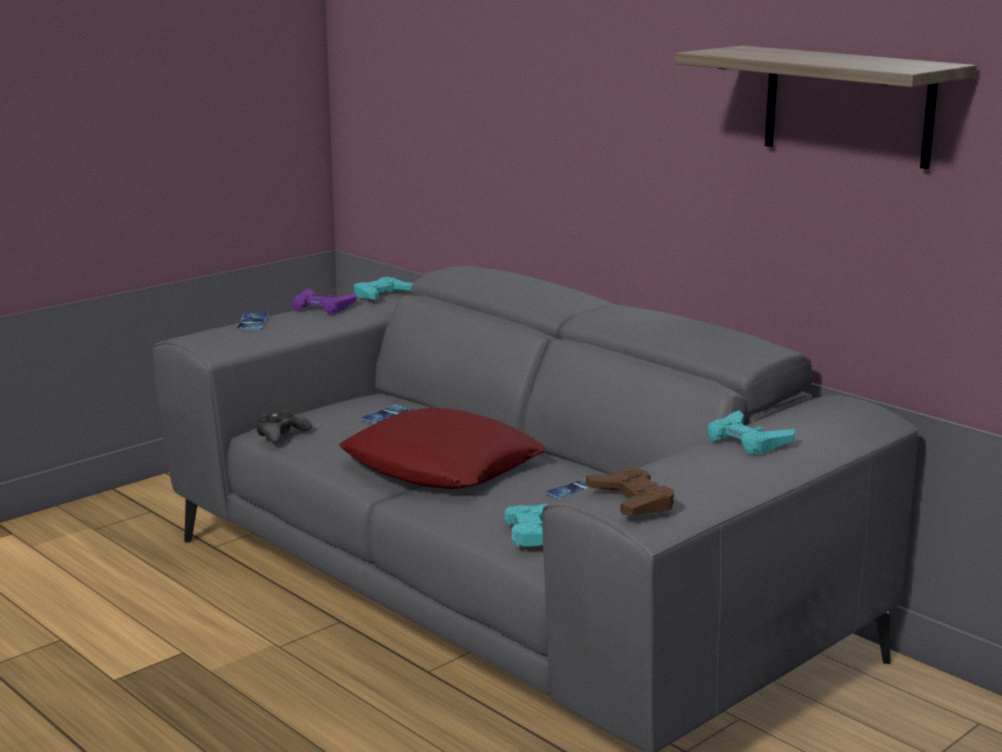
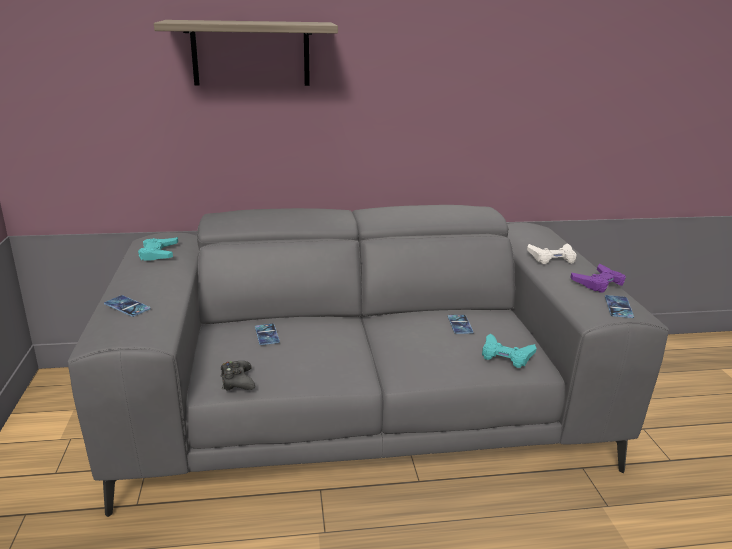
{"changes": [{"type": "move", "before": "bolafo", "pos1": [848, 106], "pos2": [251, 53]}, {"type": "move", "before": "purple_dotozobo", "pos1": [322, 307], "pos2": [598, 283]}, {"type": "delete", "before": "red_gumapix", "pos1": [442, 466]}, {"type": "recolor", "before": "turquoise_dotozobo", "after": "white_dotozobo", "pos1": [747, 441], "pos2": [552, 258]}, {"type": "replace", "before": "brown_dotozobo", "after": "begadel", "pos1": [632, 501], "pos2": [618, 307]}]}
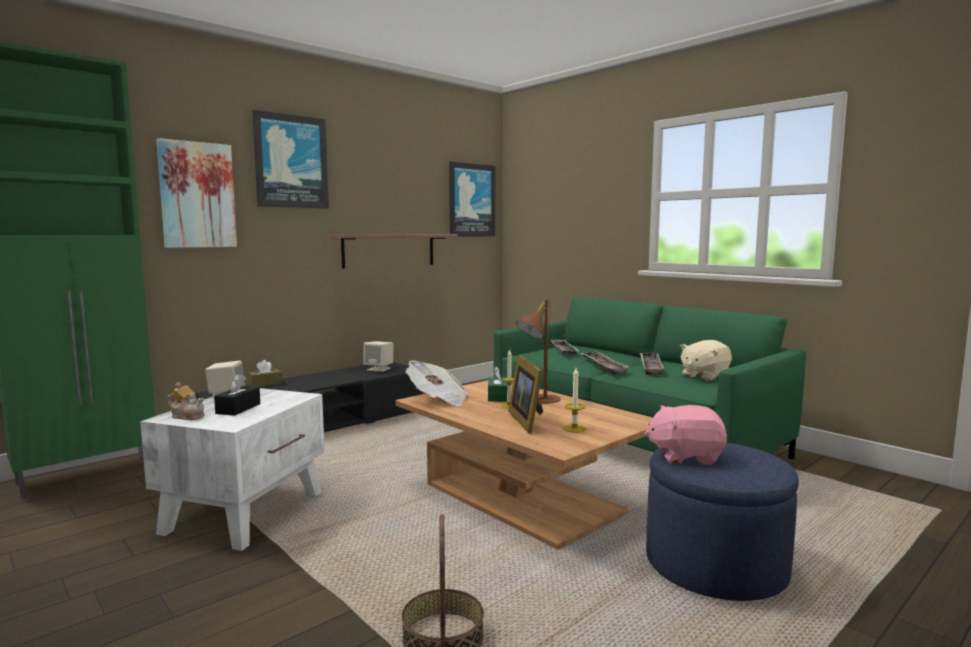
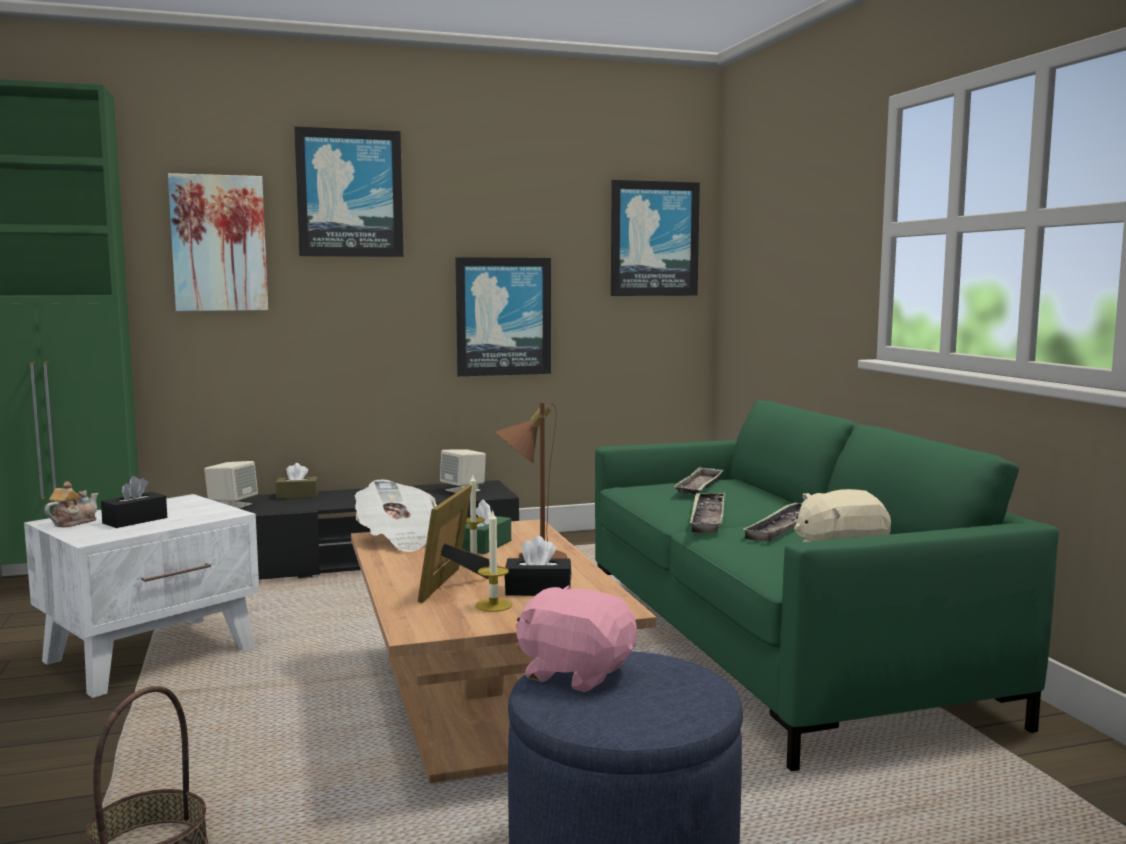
{"changes": [{"type": "replace", "before": "bolafo", "after": "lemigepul", "pos1": [389, 250], "pos2": [503, 316]}, {"type": "rotate", "before": "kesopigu", "pos1": [188, 416], "pos2": [73, 522], "turn": -105}, {"type": "insert", "after": "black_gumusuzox", "pos2": [538, 590]}]}
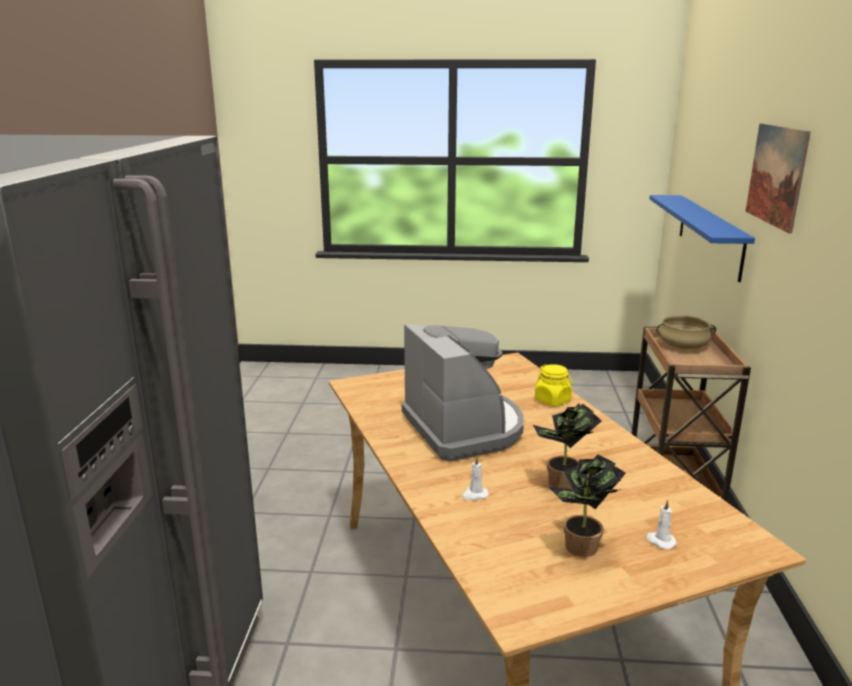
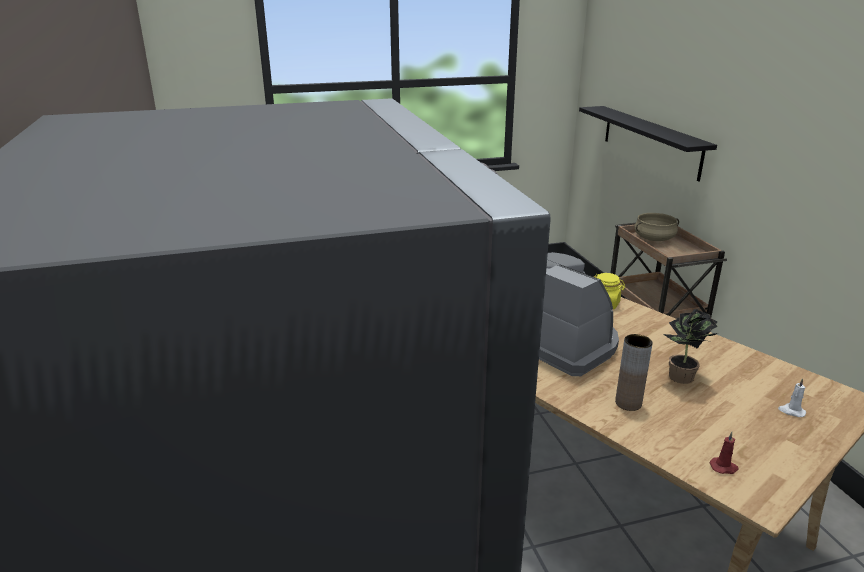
{"changes": [{"type": "delete", "before": "lemigepul", "pos1": [776, 175]}, {"type": "recolor", "before": "blue_bolafo", "after": "black_bolafo", "pos1": [709, 234], "pos2": [650, 141]}, {"type": "delete", "before": "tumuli", "pos1": [583, 550]}, {"type": "replace", "before": "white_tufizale", "after": "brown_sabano", "pos1": [474, 495], "pos2": [628, 403]}, {"type": "insert", "after": "red_tufizale", "pos2": [724, 467]}]}
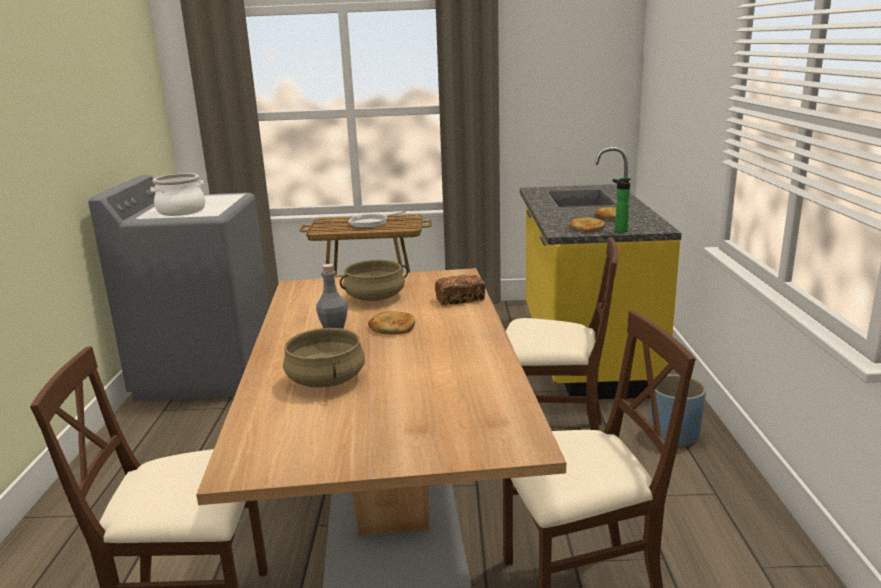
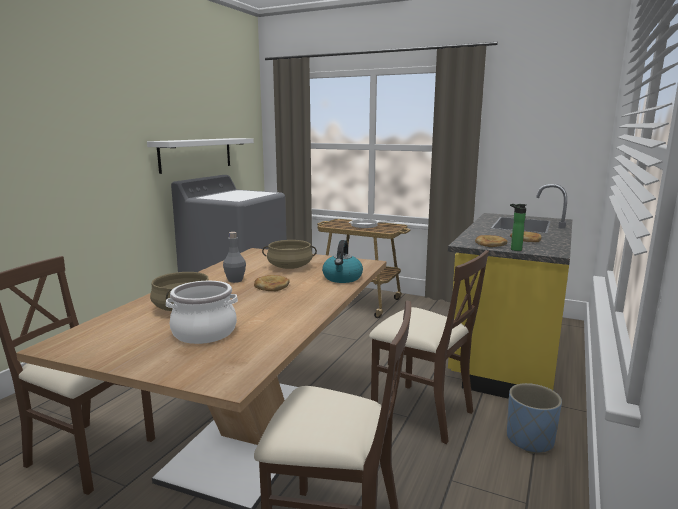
{"changes": [{"type": "move", "before": "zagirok", "pos1": [181, 211], "pos2": [204, 333]}, {"type": "replace", "before": "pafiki", "after": "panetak", "pos1": [460, 299], "pos2": [342, 278]}, {"type": "insert", "after": "white_bolafo", "pos2": [196, 154]}]}
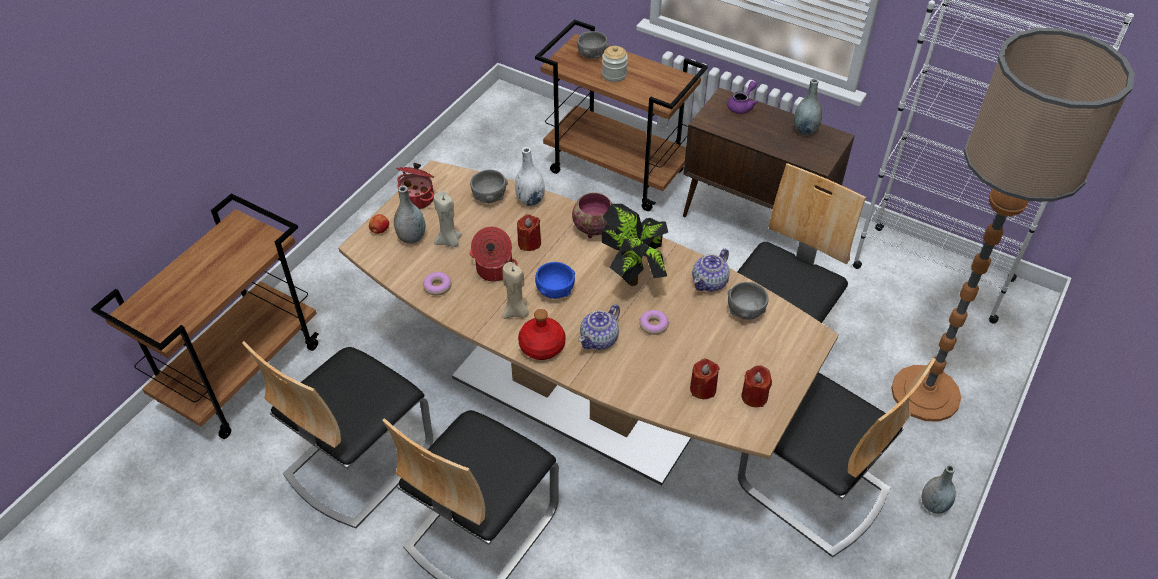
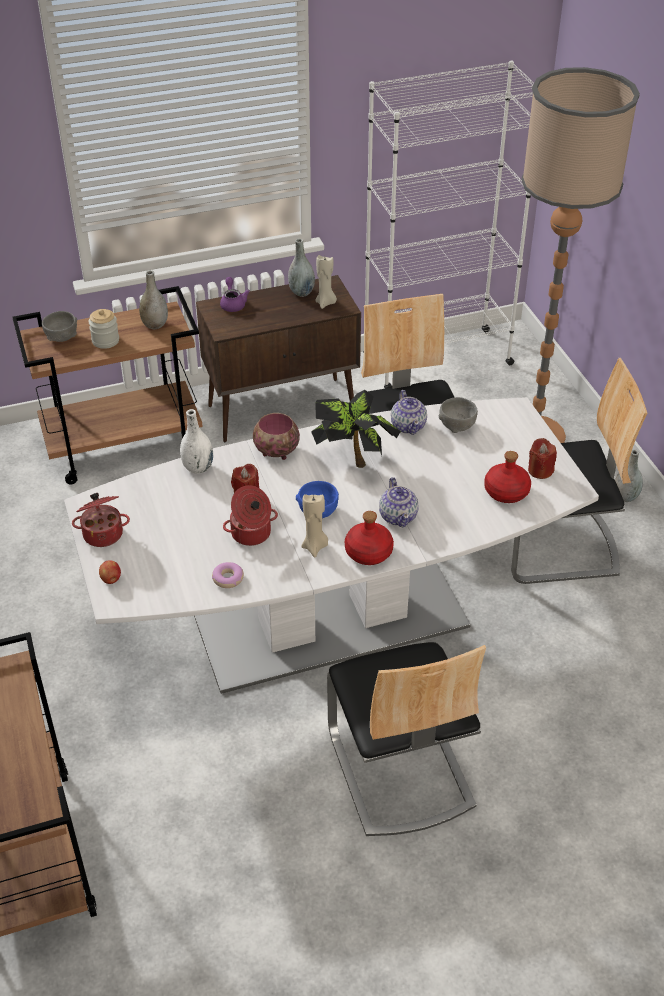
{"changes": [{"type": "recolor", "before": "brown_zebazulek", "after": "white_zebazulek", "pos1": [579, 395], "pos2": [332, 621]}, {"type": "delete", "before": "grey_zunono", "pos1": [489, 197]}, {"type": "move", "before": "grey_sabano", "pos1": [412, 238], "pos2": [155, 325]}, {"type": "move", "before": "beige_tufizale", "pos1": [449, 241], "pos2": [325, 303]}, {"type": "delete", "before": "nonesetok", "pos1": [653, 325]}, {"type": "delete", "before": "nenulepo", "pos1": [358, 461]}, {"type": "replace", "before": "red_tufizale", "after": "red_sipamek", "pos1": [703, 389], "pos2": [506, 491]}]}
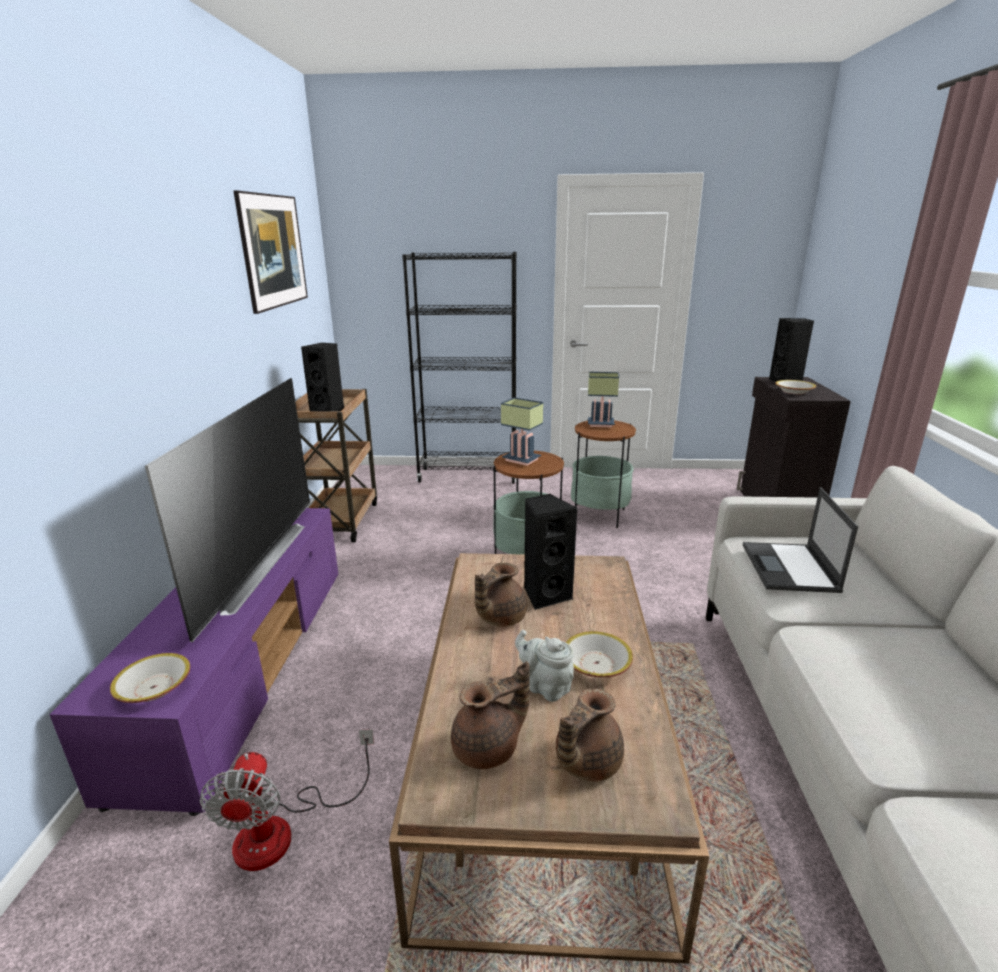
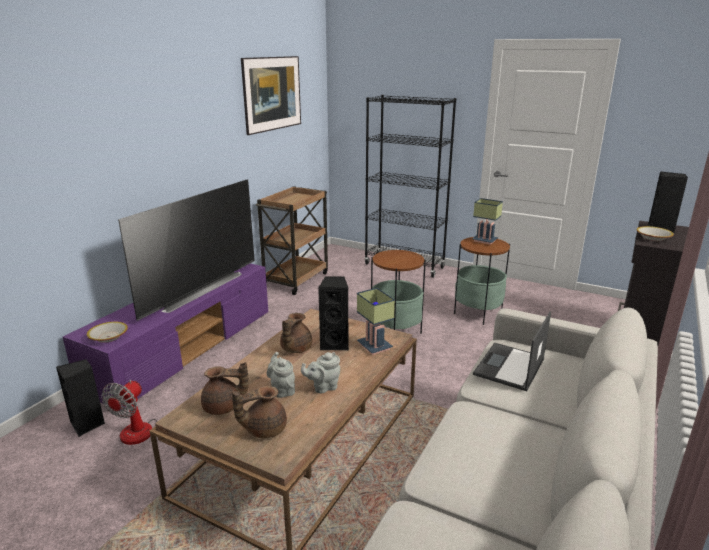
{"changes": [{"type": "move", "before": "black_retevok", "pos1": [329, 411], "pos2": [88, 424]}, {"type": "move", "before": "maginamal", "pos1": [523, 459], "pos2": [376, 346]}, {"type": "rotate", "before": "brown_kesopigu", "pos1": [499, 618], "pos2": [295, 349], "turn": -45}, {"type": "replace", "before": "zunono", "after": "grey_kesopigu", "pos1": [597, 664], "pos2": [323, 387]}]}
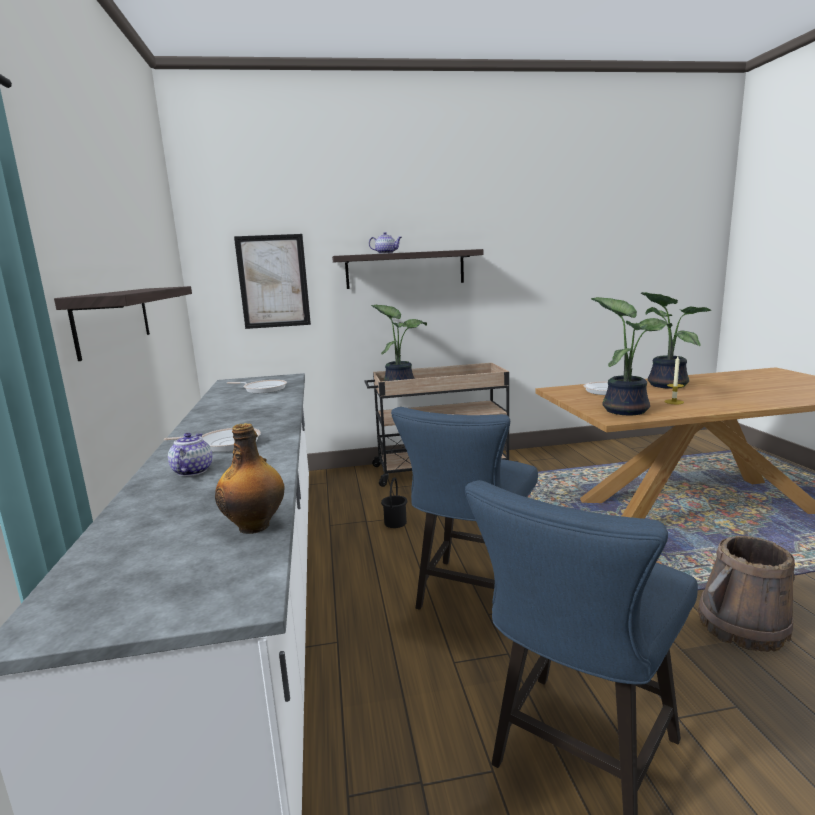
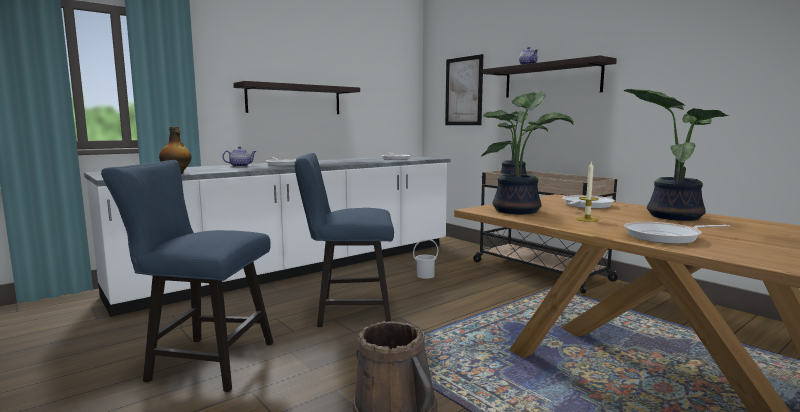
{"changes": [{"type": "recolor", "before": "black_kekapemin", "after": "white_kekapemin", "pos1": [395, 523], "pos2": [425, 275]}, {"type": "insert", "after": "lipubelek", "pos2": [666, 237]}]}
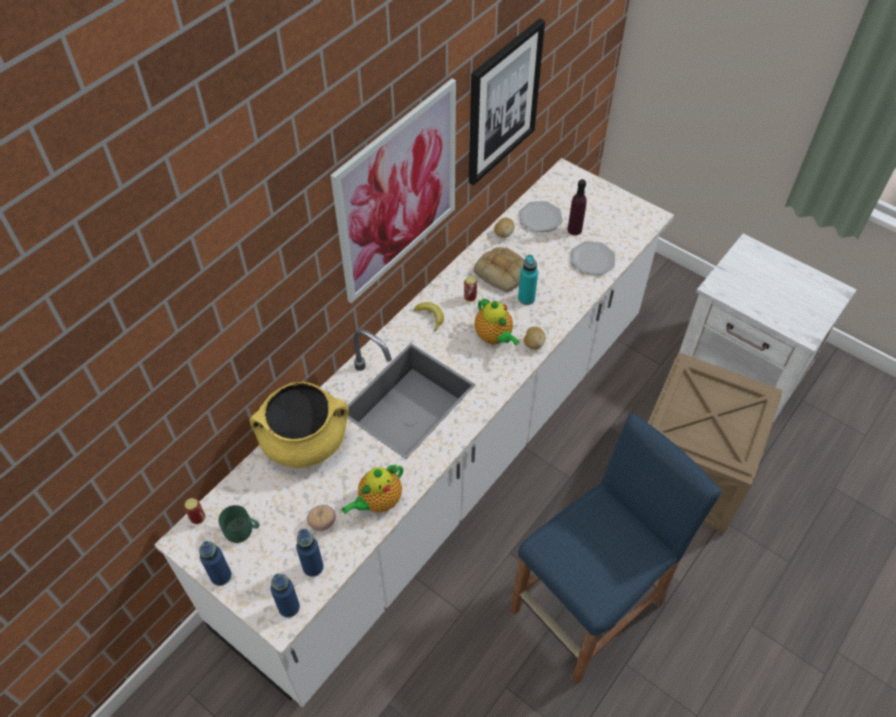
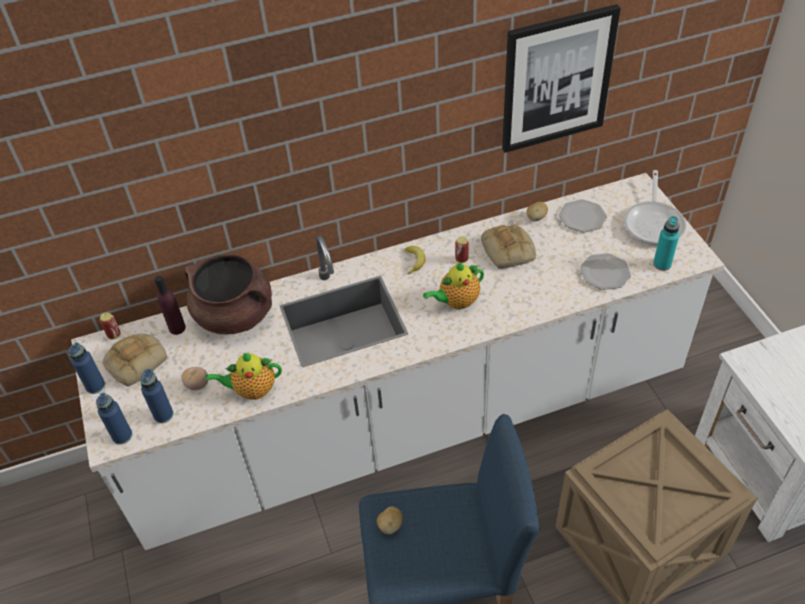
{"changes": [{"type": "delete", "before": "lemigepul", "pos1": [398, 193]}, {"type": "move", "before": "purple_sipamek", "pos1": [574, 230], "pos2": [177, 328]}, {"type": "move", "before": "turquoise_sipamek", "pos1": [526, 298], "pos2": [662, 264]}, {"type": "rotate", "before": "kesopigu", "pos1": [494, 337], "pos2": [457, 302], "turn": 60}, {"type": "move", "before": "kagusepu", "pos1": [533, 344], "pos2": [390, 525]}, {"type": "recolor", "before": "yellow_zagirok", "after": "brown_zagirok", "pos1": [305, 441], "pos2": [235, 315]}, {"type": "replace", "before": "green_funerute", "after": "pafiki", "pos1": [242, 531], "pos2": [136, 360]}, {"type": "insert", "after": "lipubelek", "pos2": [654, 222]}]}
